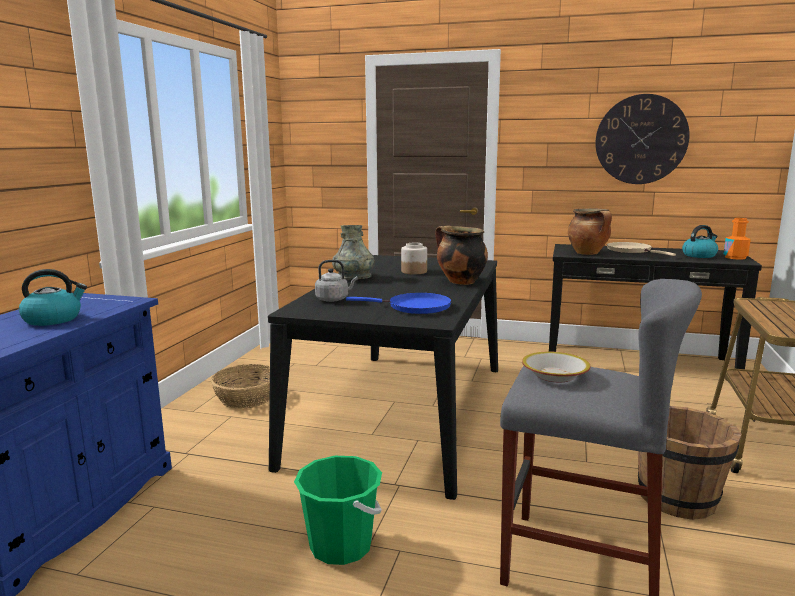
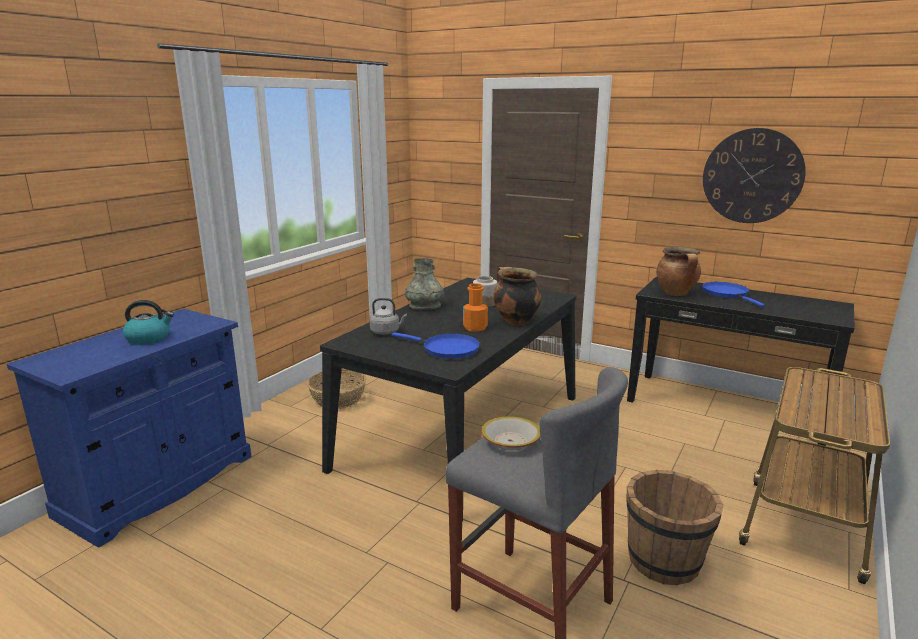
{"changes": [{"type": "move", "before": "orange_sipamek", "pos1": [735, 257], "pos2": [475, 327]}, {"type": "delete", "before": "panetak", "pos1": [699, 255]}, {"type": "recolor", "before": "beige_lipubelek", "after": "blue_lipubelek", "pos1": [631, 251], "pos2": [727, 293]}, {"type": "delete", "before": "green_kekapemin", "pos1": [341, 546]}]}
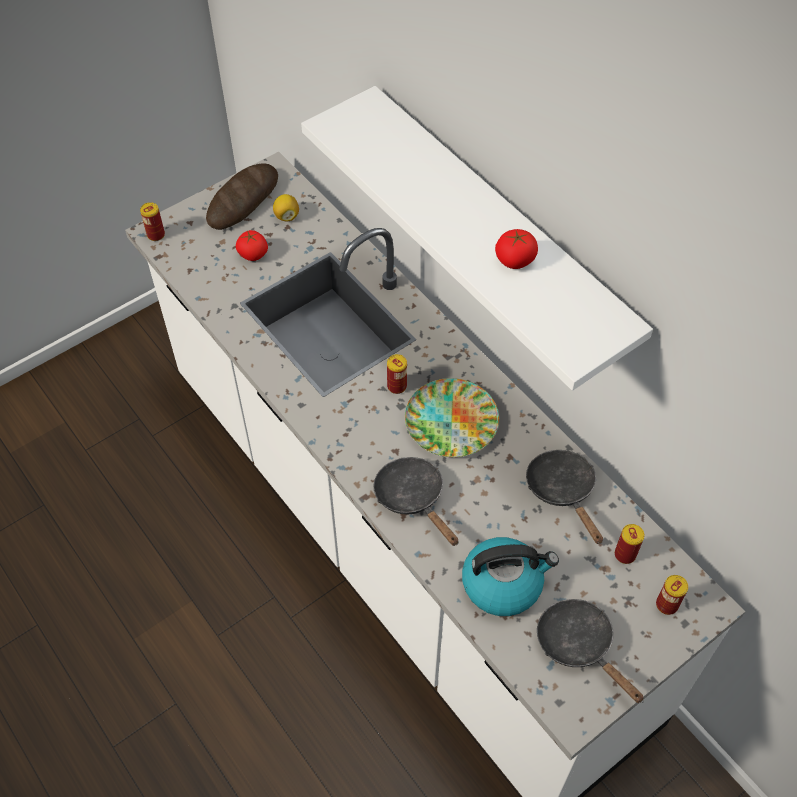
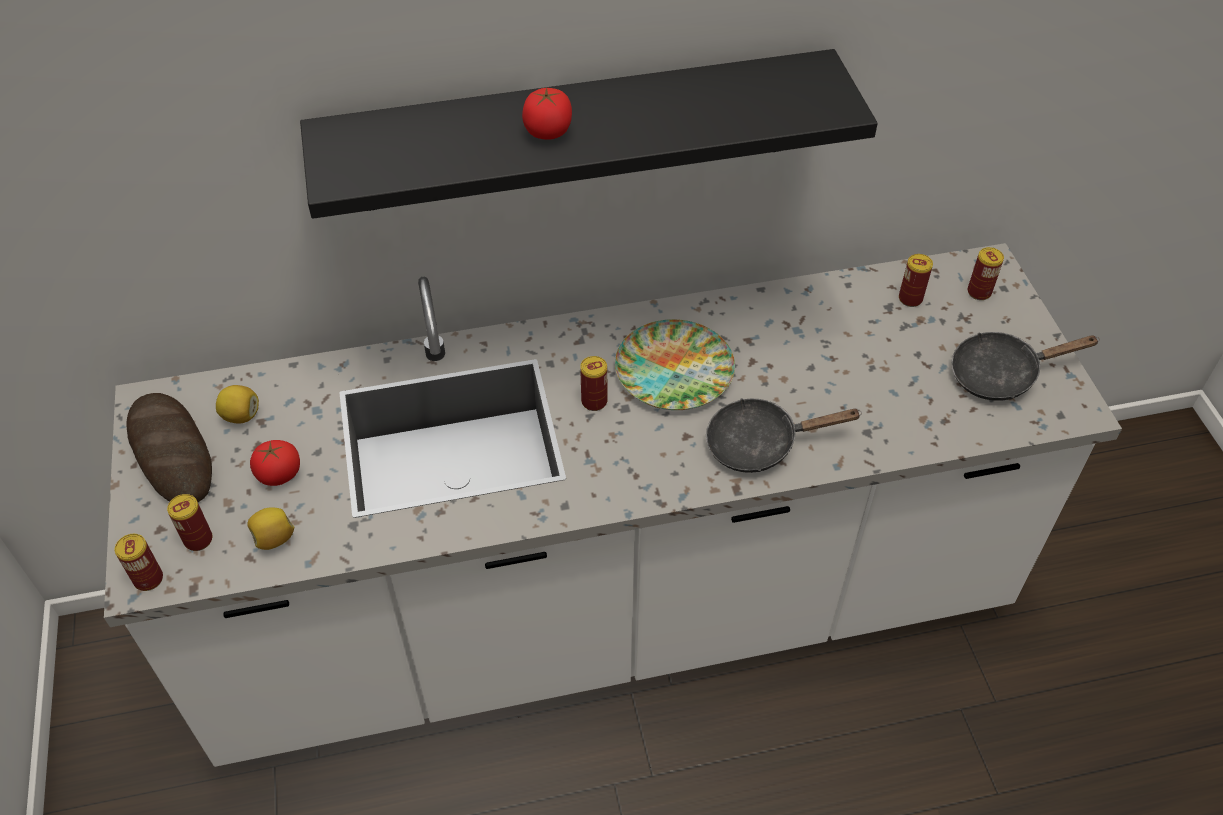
{"changes": [{"type": "recolor", "before": "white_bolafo", "after": "black_bolafo", "pos1": [498, 229], "pos2": [577, 132]}, {"type": "move", "before": "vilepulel", "pos1": [515, 260], "pos2": [548, 131]}, {"type": "delete", "before": "black_lipubelek", "pos1": [563, 491]}, {"type": "delete", "before": "panetak", "pos1": [503, 583]}, {"type": "insert", "after": "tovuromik", "pos2": [198, 539]}, {"type": "insert", "after": "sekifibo", "pos2": [274, 539]}]}
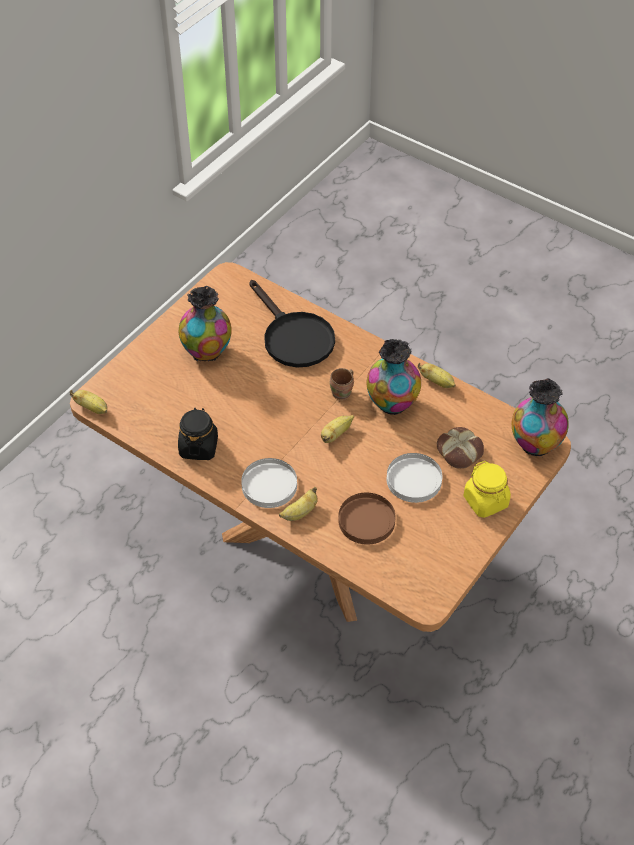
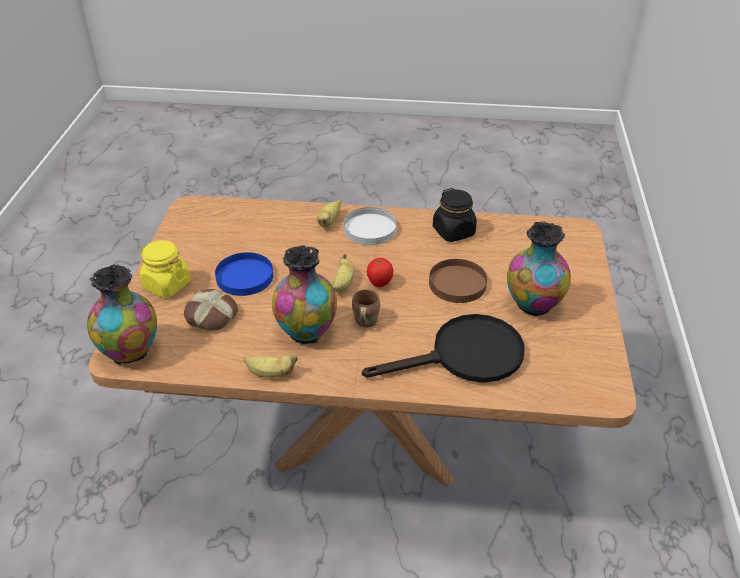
{"changes": [{"type": "rotate", "before": "black_lipubelek", "pos1": [293, 337], "pos2": [465, 356], "turn": 135}, {"type": "delete", "before": "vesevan", "pos1": [92, 408]}, {"type": "recolor", "before": "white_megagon", "after": "blue_megagon", "pos1": [413, 480], "pos2": [245, 276]}, {"type": "move", "before": "brown_megagon", "pos1": [366, 521], "pos2": [457, 283]}, {"type": "insert", "after": "vilepulel", "pos2": [379, 284]}]}
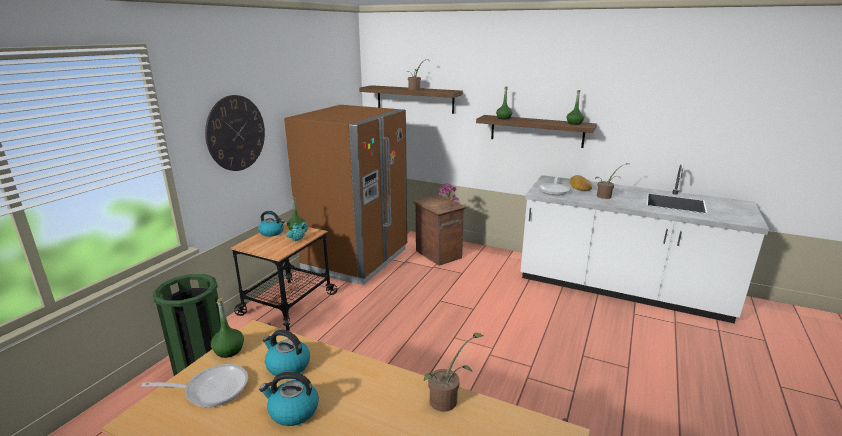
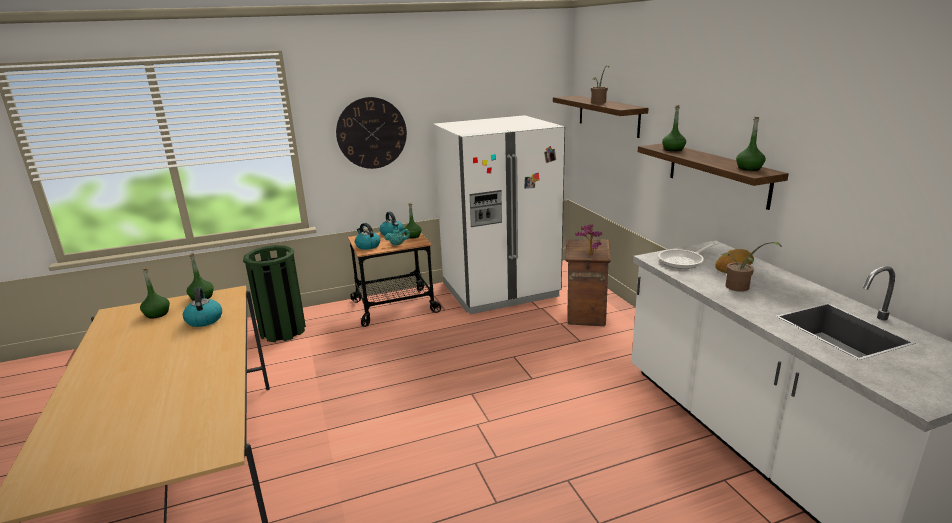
{"changes": [{"type": "recolor", "before": "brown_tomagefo", "after": "white_tomagefo", "pos1": [356, 259], "pos2": [500, 290]}, {"type": "delete", "before": "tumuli", "pos1": [447, 400]}, {"type": "replace", "before": "lipubelek", "after": "green_sipamek", "pos1": [211, 389], "pos2": [157, 314]}, {"type": "move", "before": "panetak", "pos1": [293, 411], "pos2": [367, 246]}]}
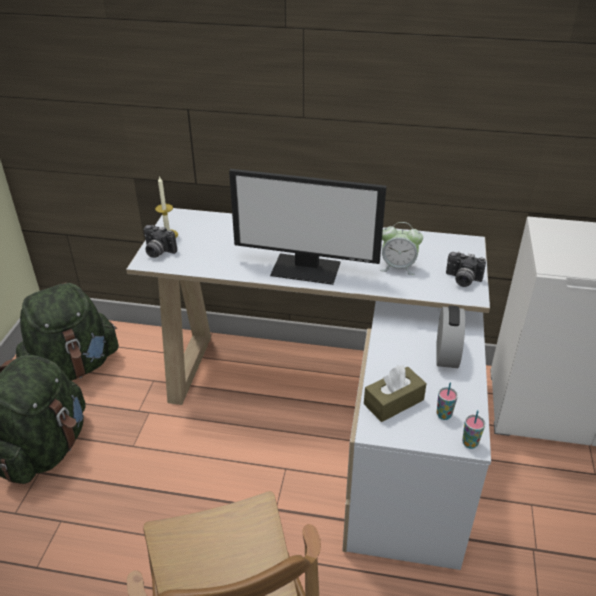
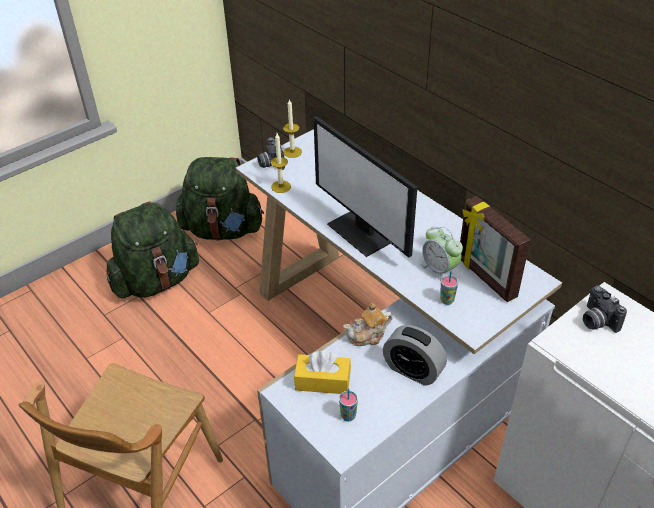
{"changes": [{"type": "move", "before": "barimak", "pos1": [462, 280], "pos2": [596, 321]}, {"type": "rotate", "before": "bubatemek", "pos1": [446, 354], "pos2": [413, 370], "turn": 75}, {"type": "recolor", "before": "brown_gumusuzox", "after": "yellow_gumusuzox", "pos1": [393, 402], "pos2": [322, 381]}, {"type": "move", "before": "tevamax", "pos1": [470, 443], "pos2": [447, 300]}, {"type": "insert", "after": "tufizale", "pos2": [281, 186]}, {"type": "insert", "after": "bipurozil", "pos2": [485, 278]}, {"type": "insert", "after": "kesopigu", "pos2": [368, 336]}]}
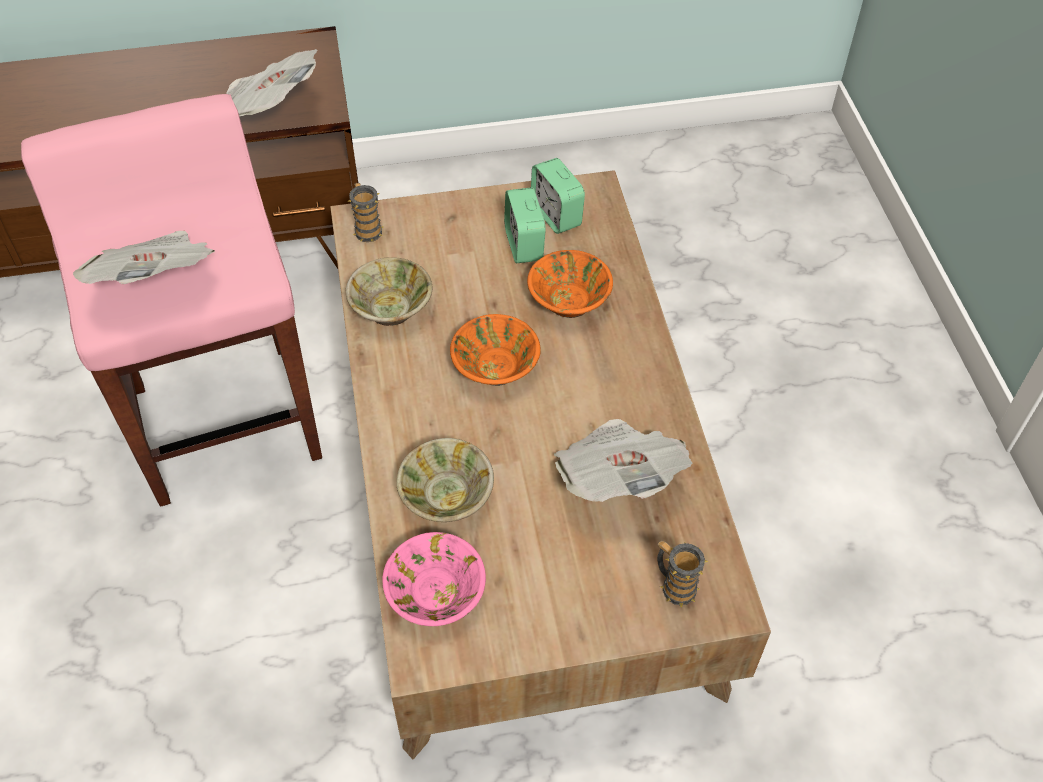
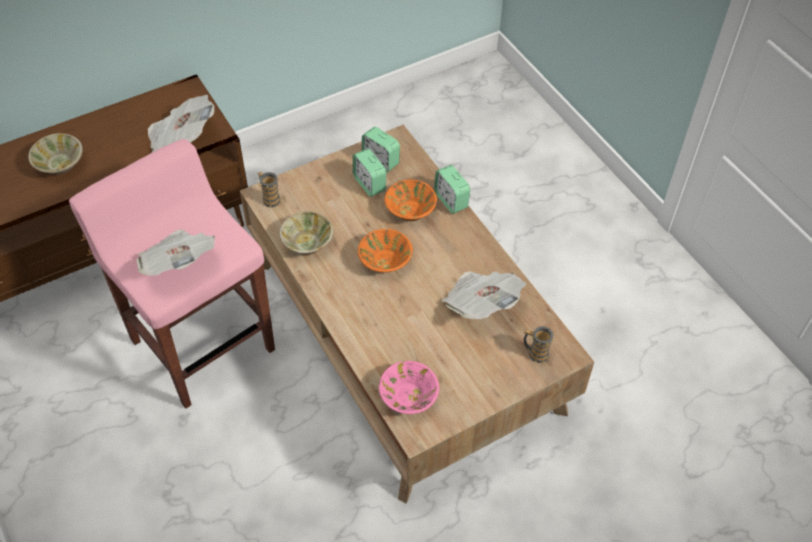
{"changes": [{"type": "move", "before": "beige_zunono", "pos1": [446, 496], "pos2": [60, 165]}, {"type": "insert", "after": "bubatemek", "pos2": [451, 200]}]}
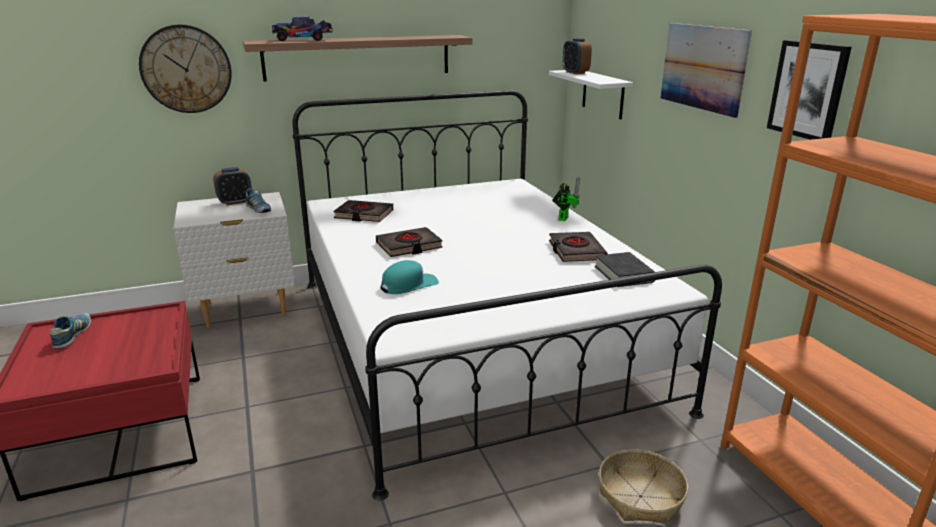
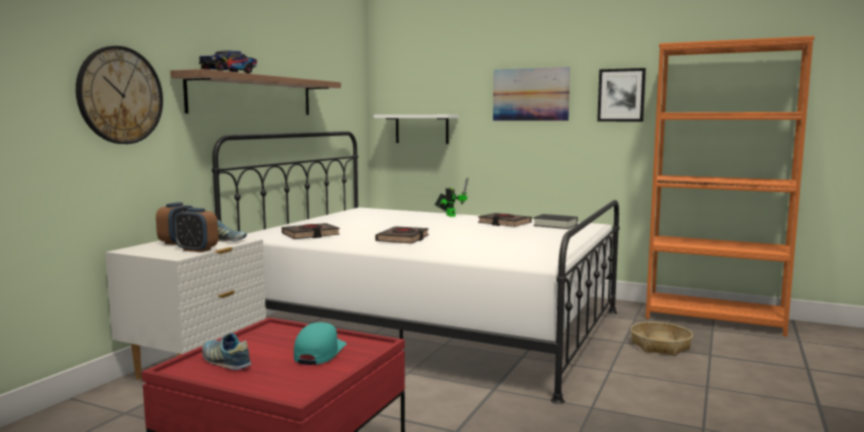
{"changes": [{"type": "move", "before": "bubatemek", "pos1": [575, 72], "pos2": [196, 250]}, {"type": "move", "before": "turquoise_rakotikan", "pos1": [409, 284], "pos2": [319, 352]}]}
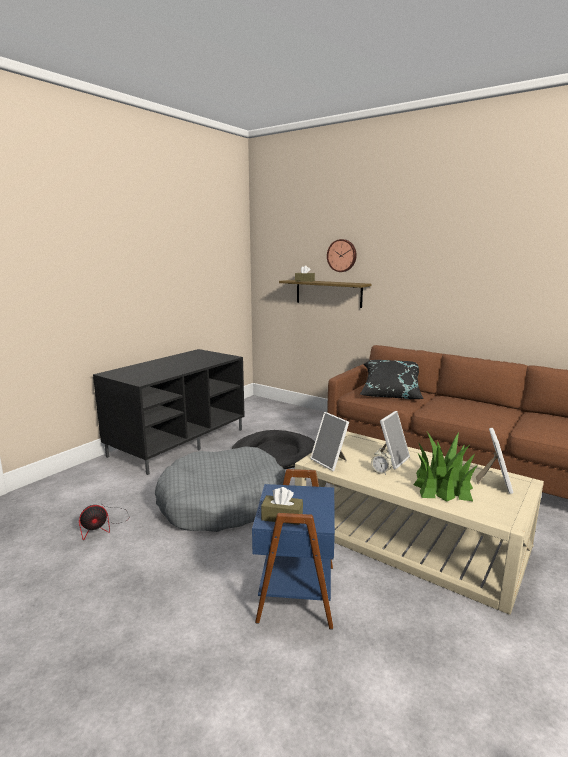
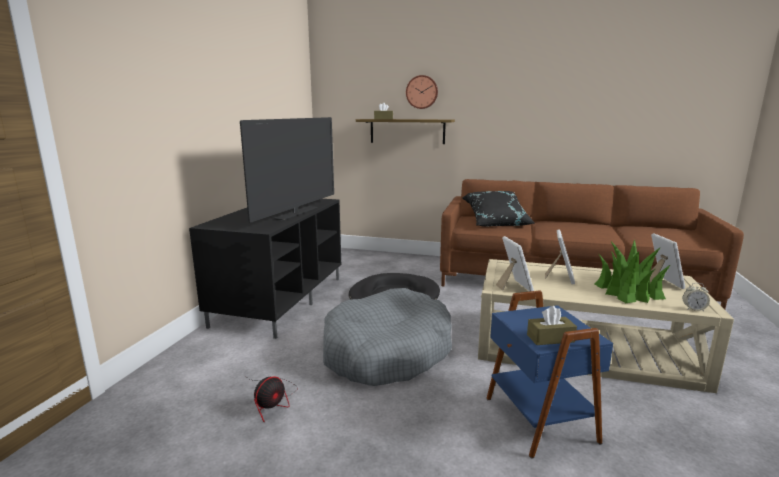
{"changes": [{"type": "rotate", "before": "bipurozil", "pos1": [330, 462], "pos2": [513, 286], "turn": -135}, {"type": "move", "before": "bubatemek", "pos1": [380, 472], "pos2": [693, 309]}, {"type": "insert", "after": "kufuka", "pos2": [296, 213]}]}
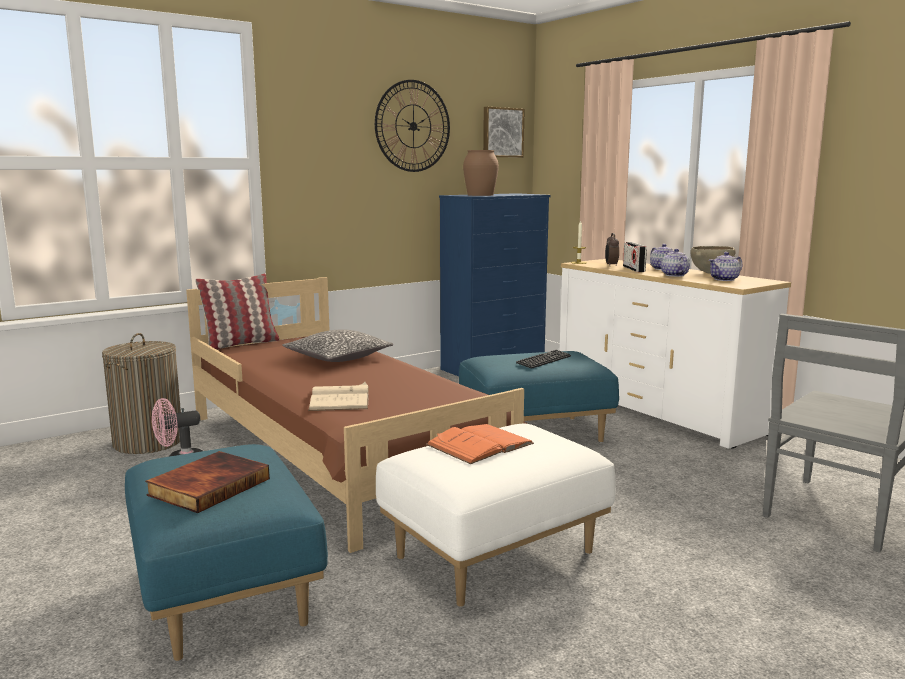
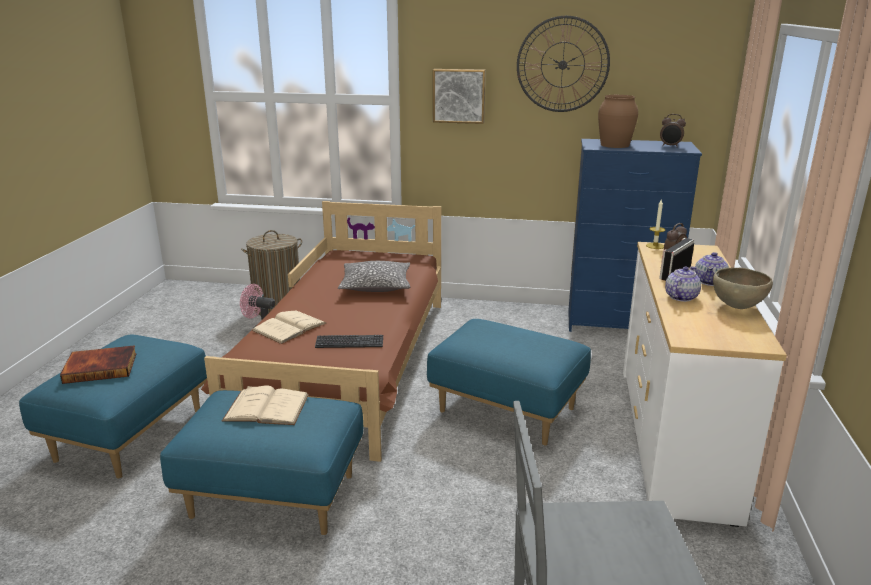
{"changes": [{"type": "move", "before": "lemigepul", "pos1": [502, 132], "pos2": [459, 96]}, {"type": "delete", "before": "kesopigu", "pos1": [724, 279]}, {"type": "delete", "before": "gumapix", "pos1": [240, 344]}, {"type": "move", "before": "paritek", "pos1": [543, 360], "pos2": [349, 343]}, {"type": "recolor", "before": "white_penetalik", "after": "blue_penetalik", "pos1": [494, 554], "pos2": [275, 495]}, {"type": "recolor", "before": "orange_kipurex", "after": "beige_kipurex", "pos1": [480, 444], "pos2": [266, 407]}, {"type": "insert", "after": "bubatemek", "pos2": [670, 146]}]}
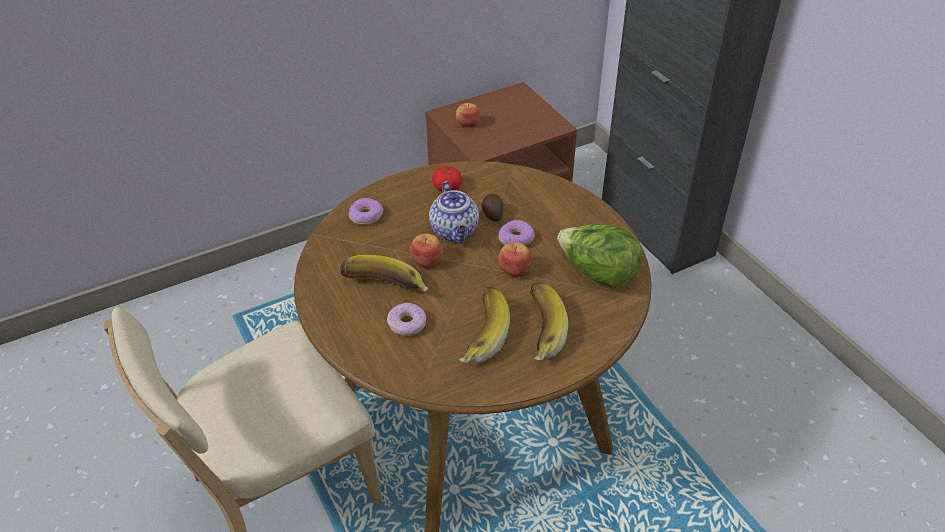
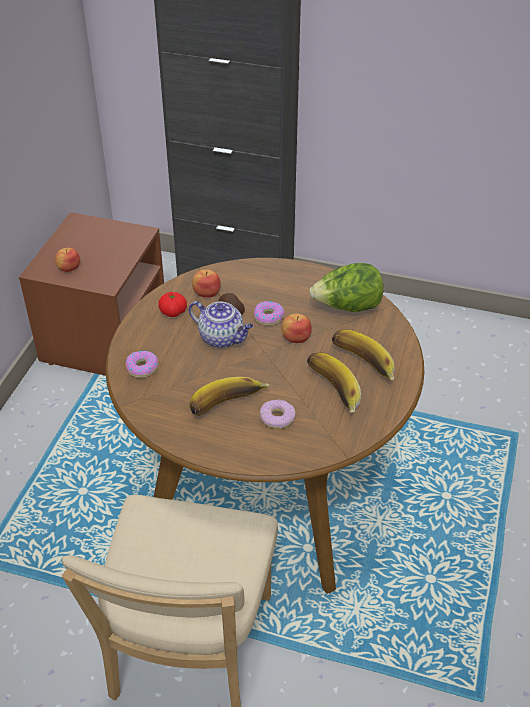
{"changes": [{"type": "move", "before": "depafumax", "pos1": [427, 261], "pos2": [206, 292]}]}
